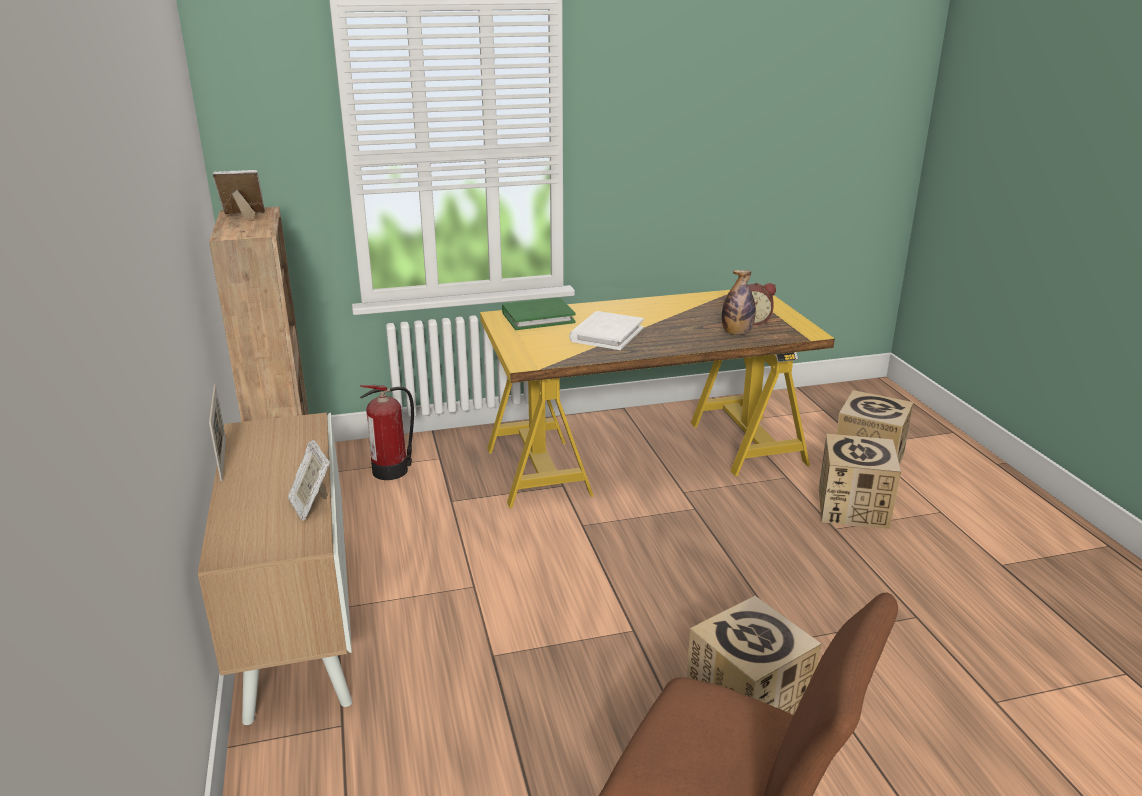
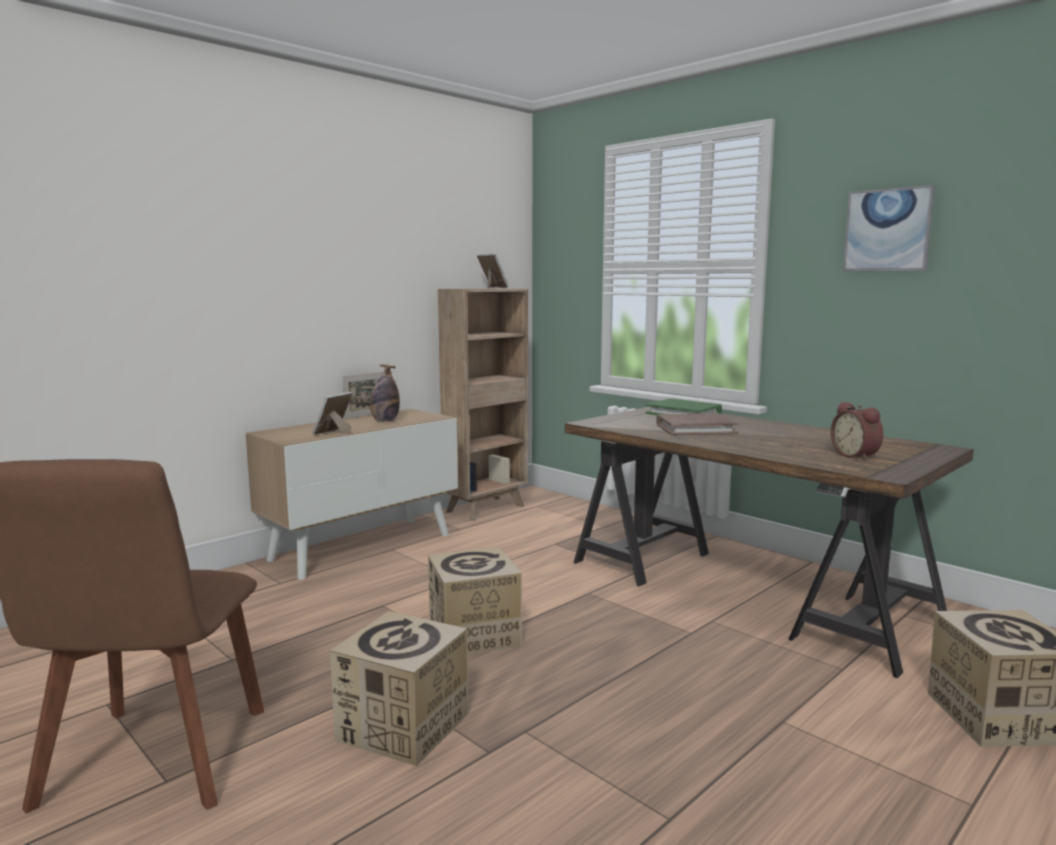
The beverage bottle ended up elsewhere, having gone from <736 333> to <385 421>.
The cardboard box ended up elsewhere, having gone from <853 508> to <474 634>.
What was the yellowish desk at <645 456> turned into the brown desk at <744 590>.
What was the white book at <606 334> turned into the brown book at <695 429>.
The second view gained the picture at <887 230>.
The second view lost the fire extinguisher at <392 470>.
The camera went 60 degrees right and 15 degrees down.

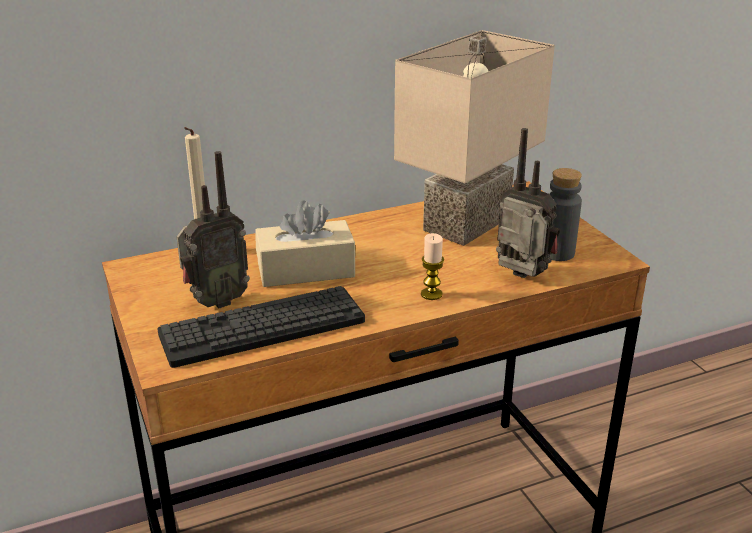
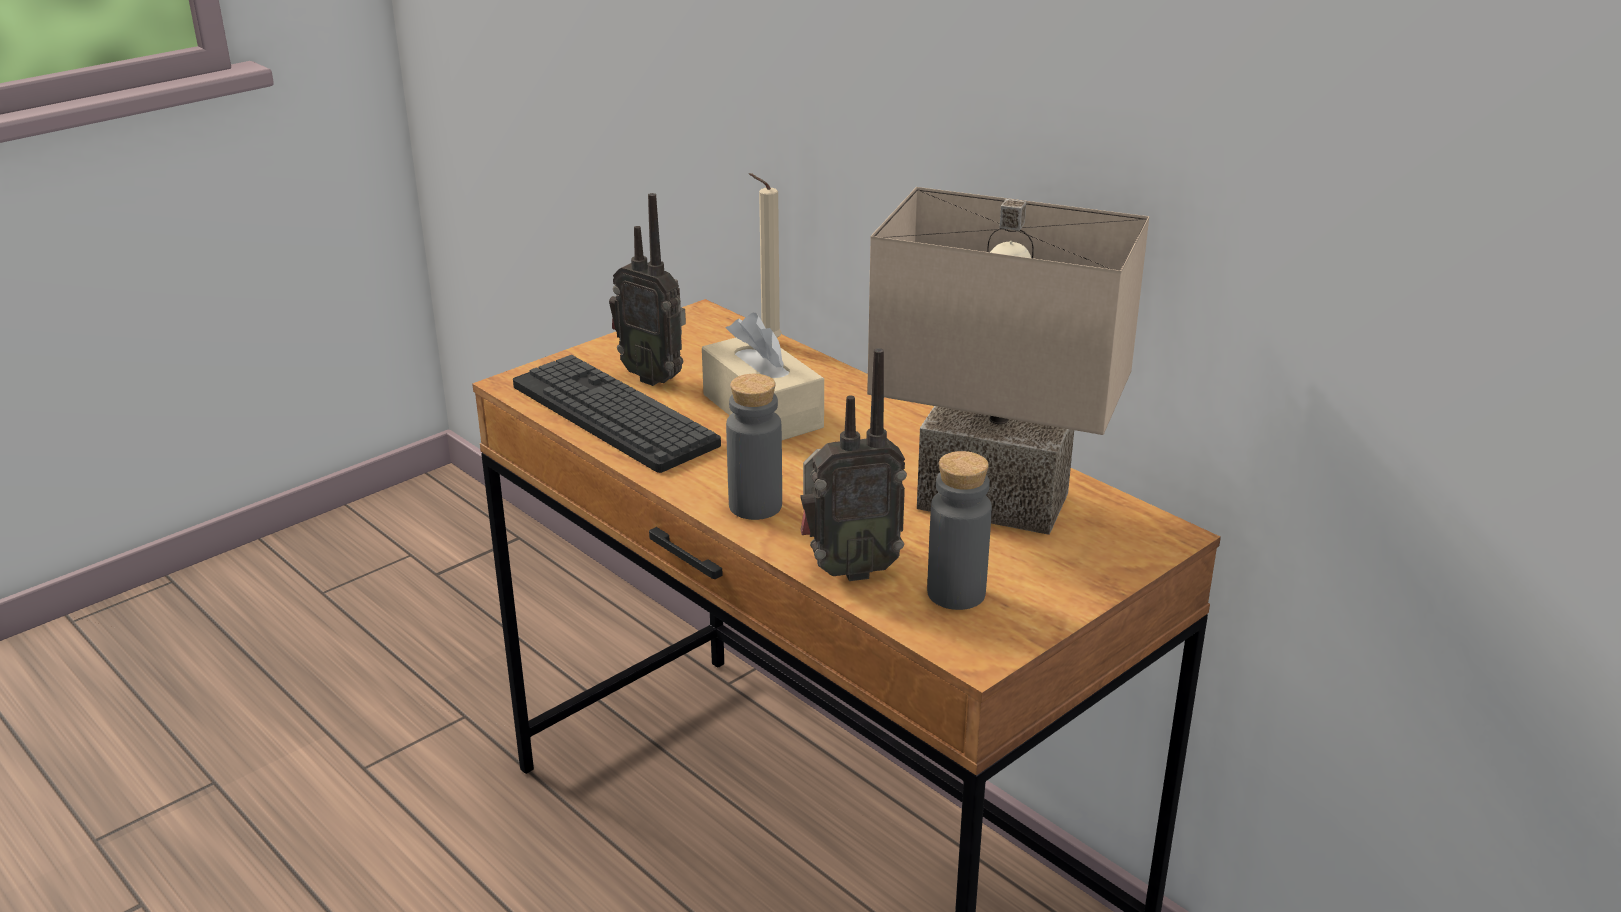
Where the candle stood at <431 294>, the greyish beverage bottle came to stand at <755 506>.
The radio at <520 278> ended up facing another way, 60 degrees clockwise from before.
The camera went 70 degrees right and 0 degrees up.

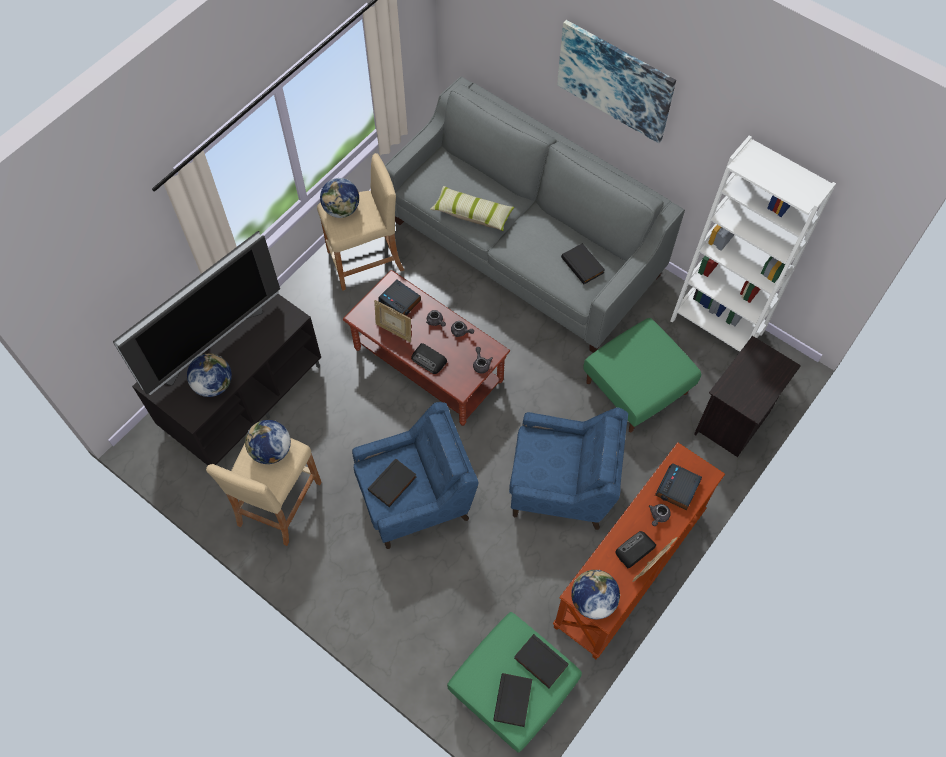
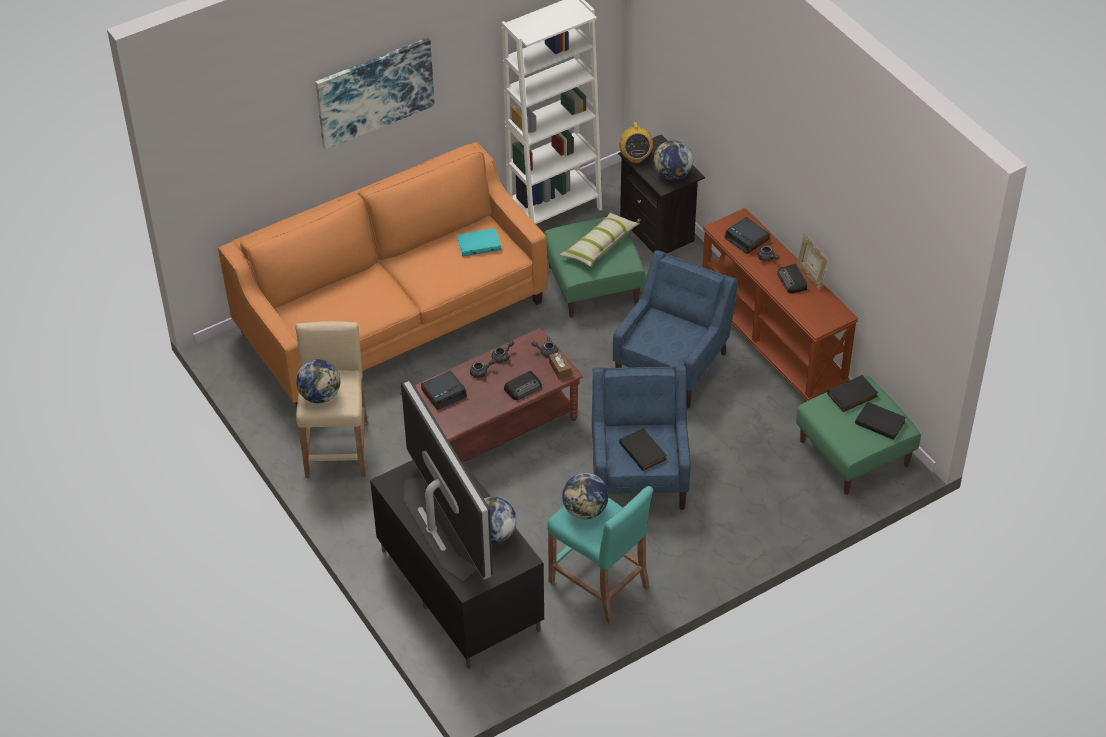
What was the greyish couch at <524 248> turned into the orange couch at <391 318>.
What was the black-coloured book at <583 265> turned into the turquoise book at <479 243>.
What was the beige stool seat at <279 503> turned into the turquoise stool seat at <599 584>.
The second view gained the brown box of tissues at <560 369>.
The pillow ended up elsewhere, having gone from <472 214> to <600 246>.
The second view gained the radio at <635 157>.
The desk globe ended up elsewhere, having gone from <592 601> to <672 175>.
The second view lost the photo frame at <394 331>.
The camera went 70 degrees left and 15 degrees down.

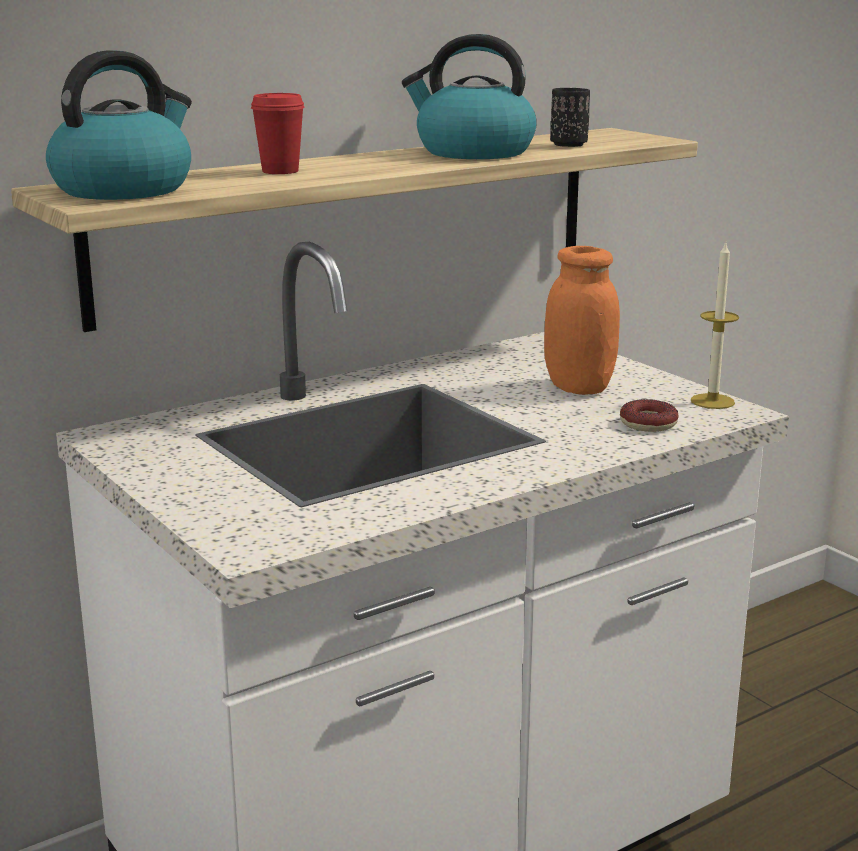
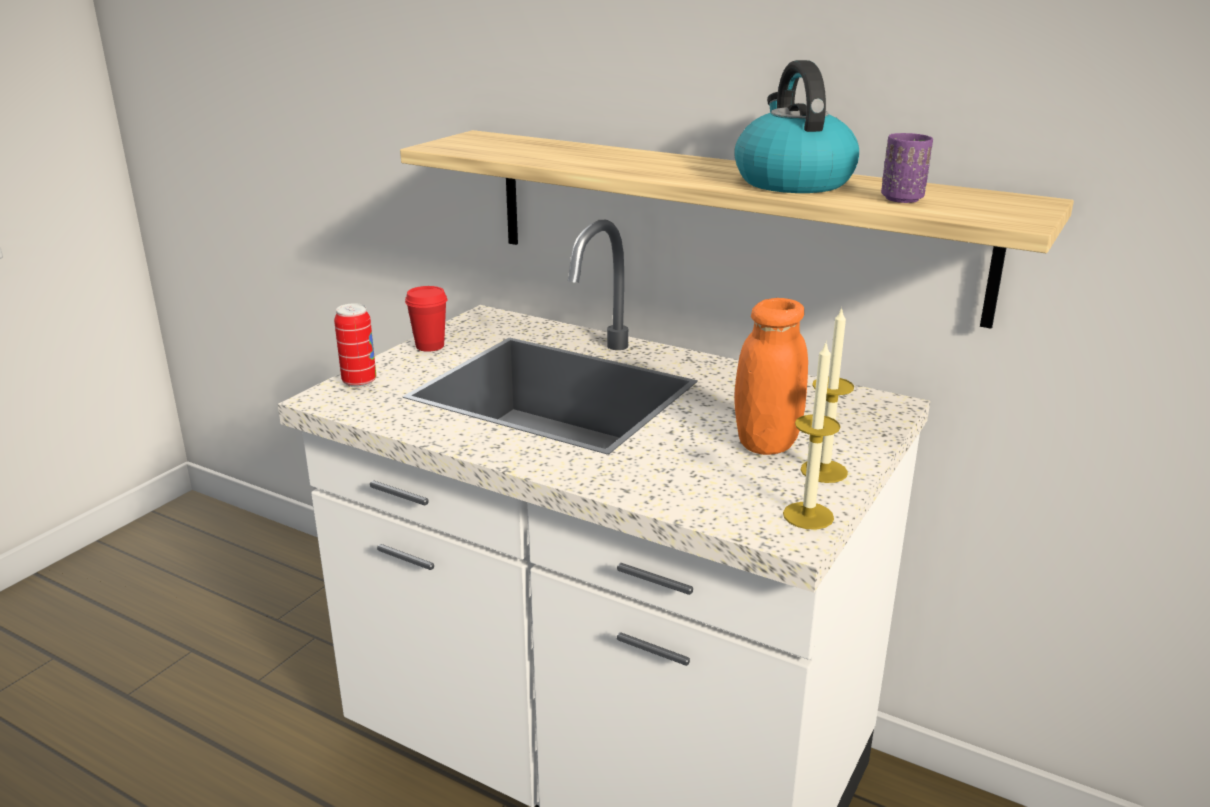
The second view gained the metal can at <359 382>.
The reddish small cup ended up elsewhere, having gone from <280 171> to <430 346>.
The second view gained the candle at <824 471>.
What was the black-coloured small cup at <569 145> turned into the purplish small cup at <902 199>.
The second view lost the tea kettle at <124 189>.
The second view lost the ring doughnut at <648 423>.
The camera went 65 degrees right and 5 degrees up.

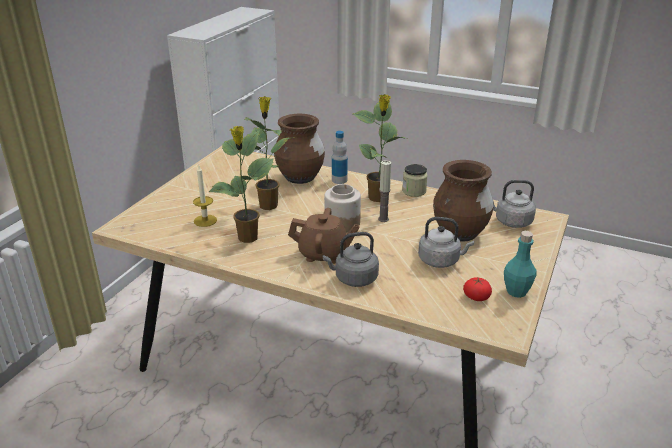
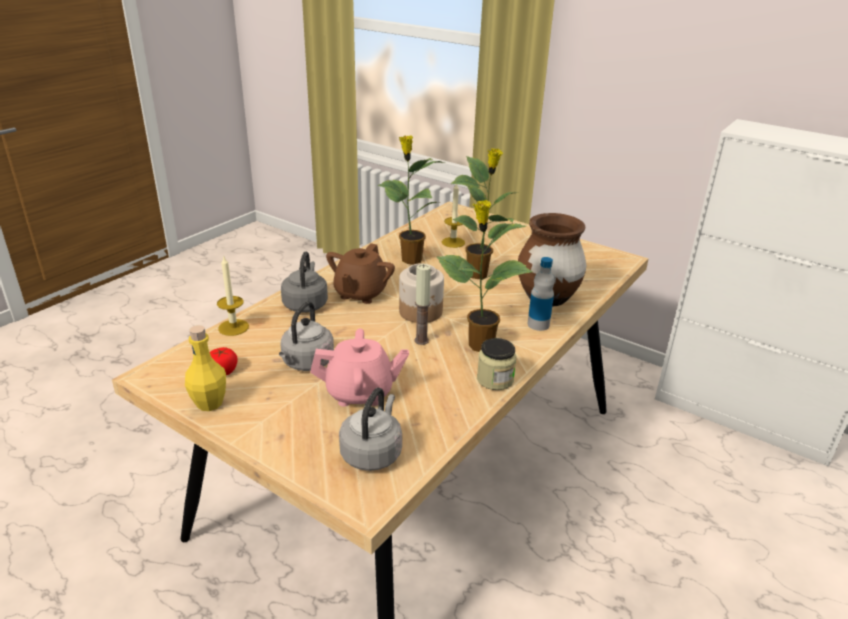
What was the turquoise beverage bottle at <516 291> turned into the yellowish beverage bottle at <209 403>.
The second view gained the candle at <233 327>.
Where the brown flower vase stood at <460 234>, the pink-coloured teapot came to stand at <360 393>.
The camera went 100 degrees right and 0 degrees up.

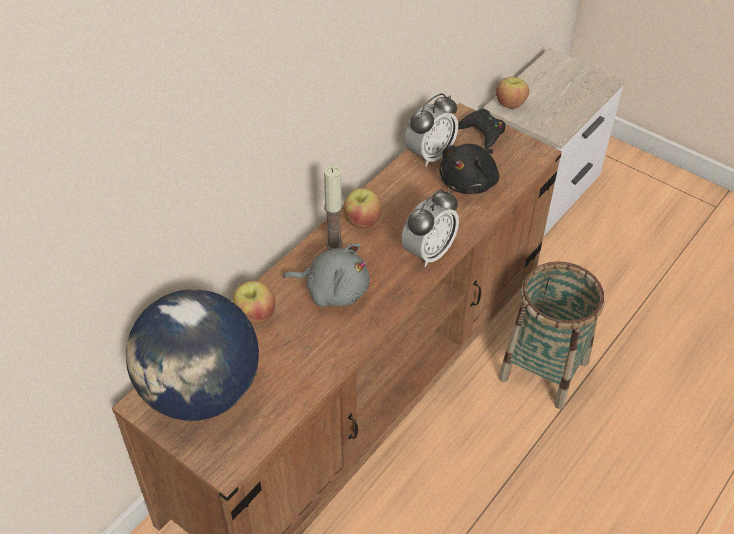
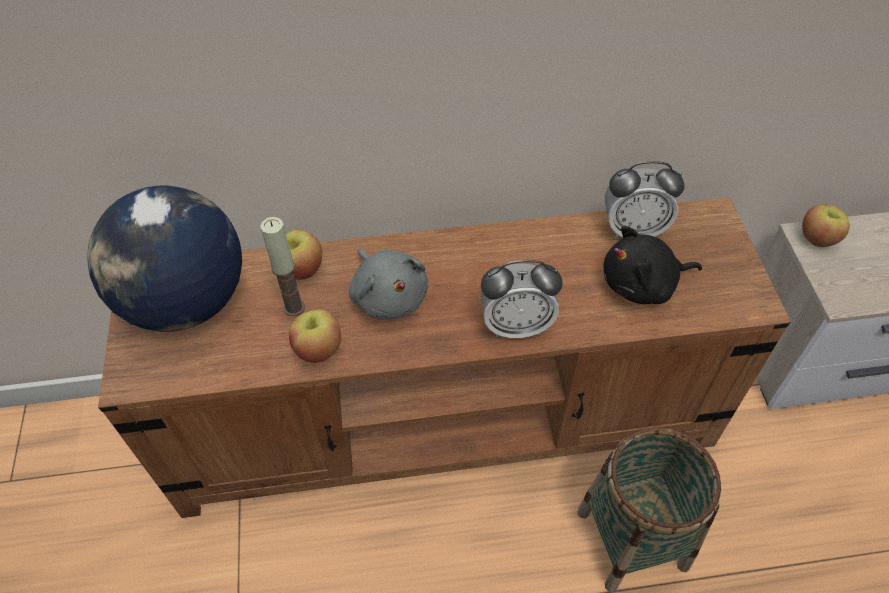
The candle ended up elsewhere, having gone from <334 244> to <294 307>.
The apple fruit ended up elsewhere, having gone from <362 221> to <318 349>.
The second view lost the black-coloured gamepad at <482 132>.
The camera went 45 degrees right and 5 degrees up.

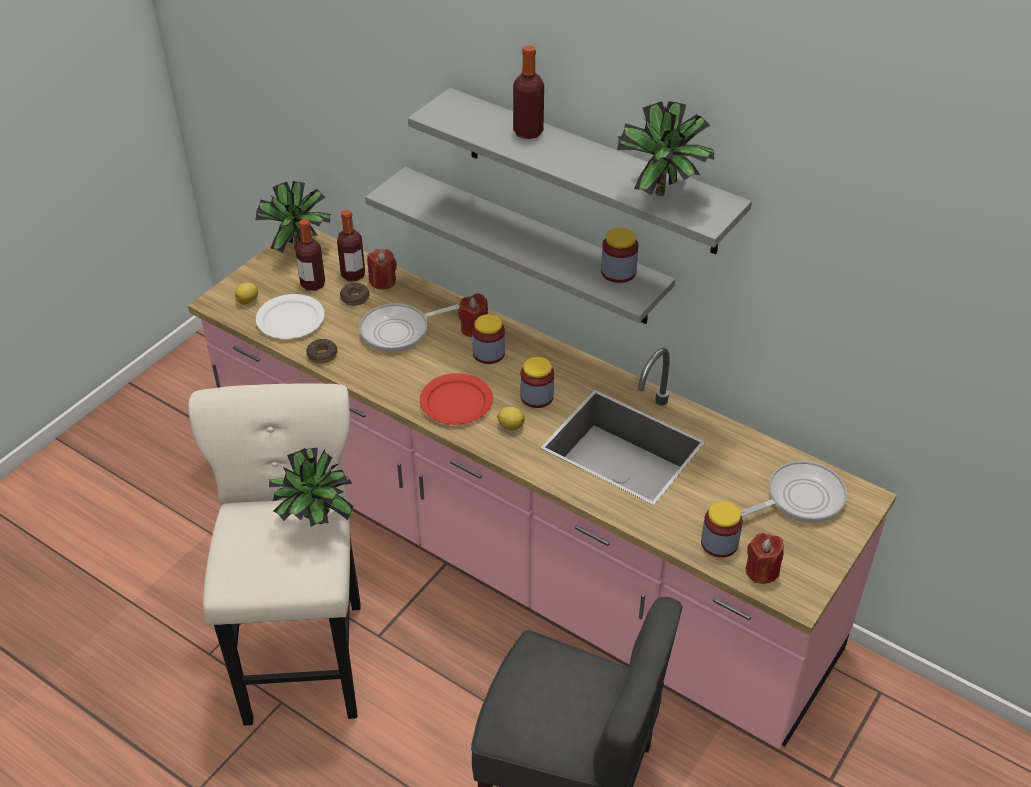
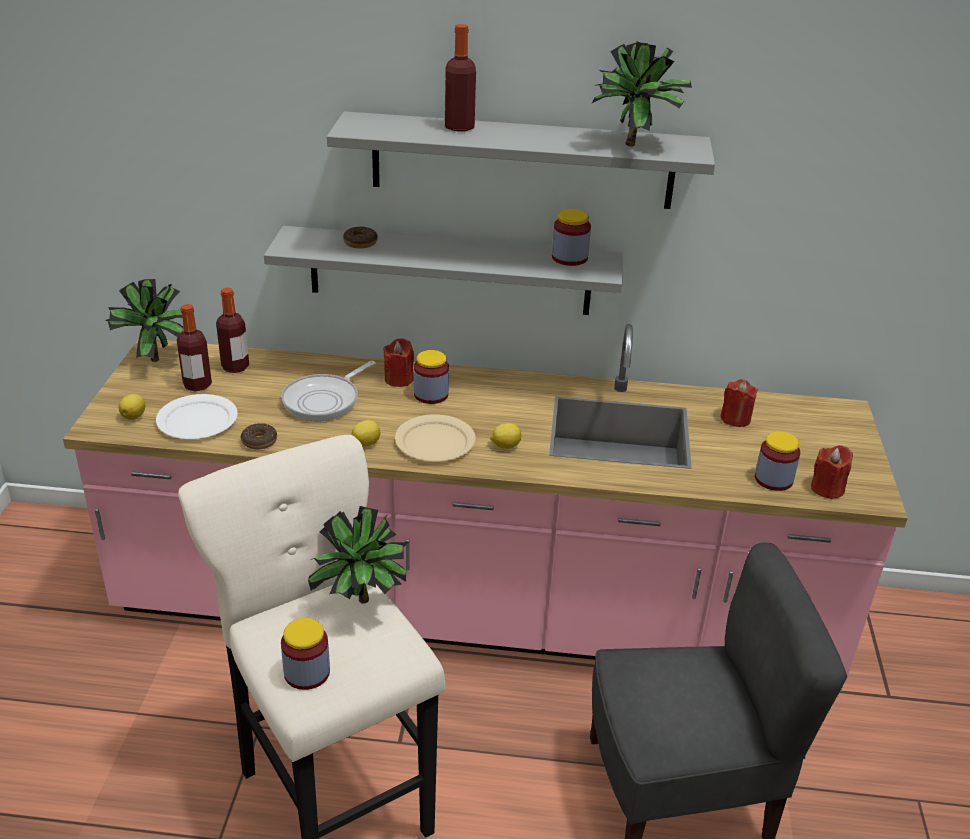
The preserve jar ended up elsewhere, having gone from <537 396> to <307 672>.
The ring doughnut ended up elsewhere, having gone from <355 298> to <360 243>.
The second view gained the lemon at <365 443>.
What was the reddish plate at <456 402> turned into the beige plate at <435 442>.
The reddish candle ended up elsewhere, having gone from <383 281> to <735 418>.
The second view lost the frying pan at <800 498>.
The camera went 30 degrees left and 10 degrees down.

